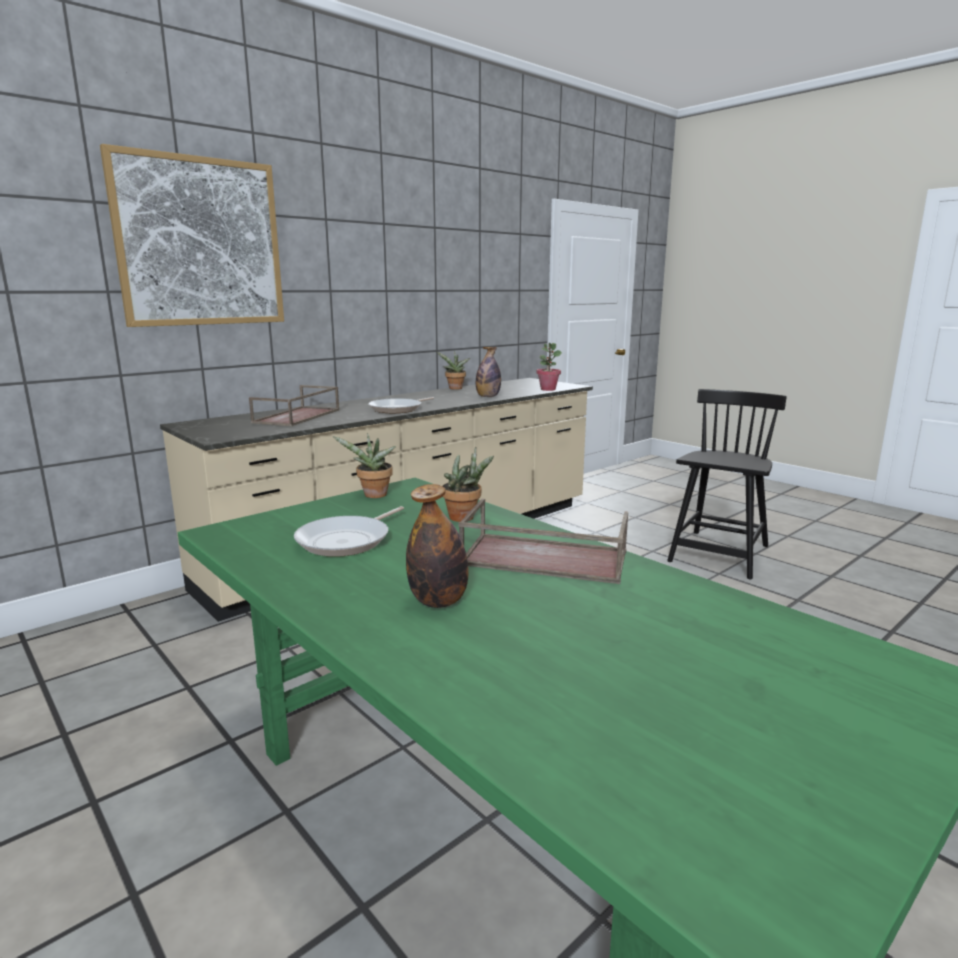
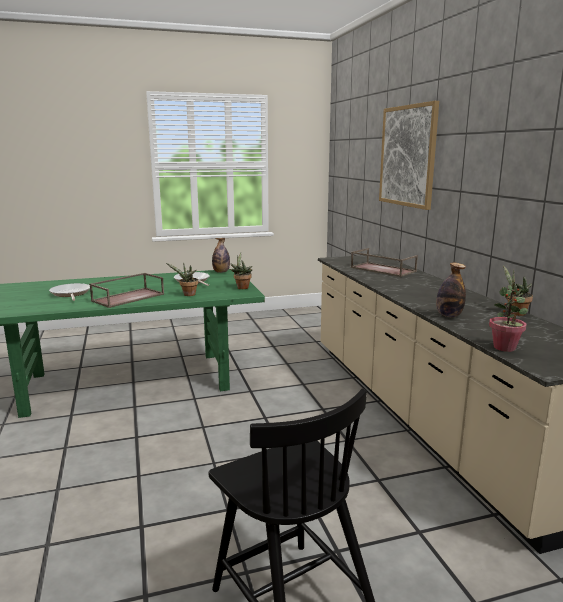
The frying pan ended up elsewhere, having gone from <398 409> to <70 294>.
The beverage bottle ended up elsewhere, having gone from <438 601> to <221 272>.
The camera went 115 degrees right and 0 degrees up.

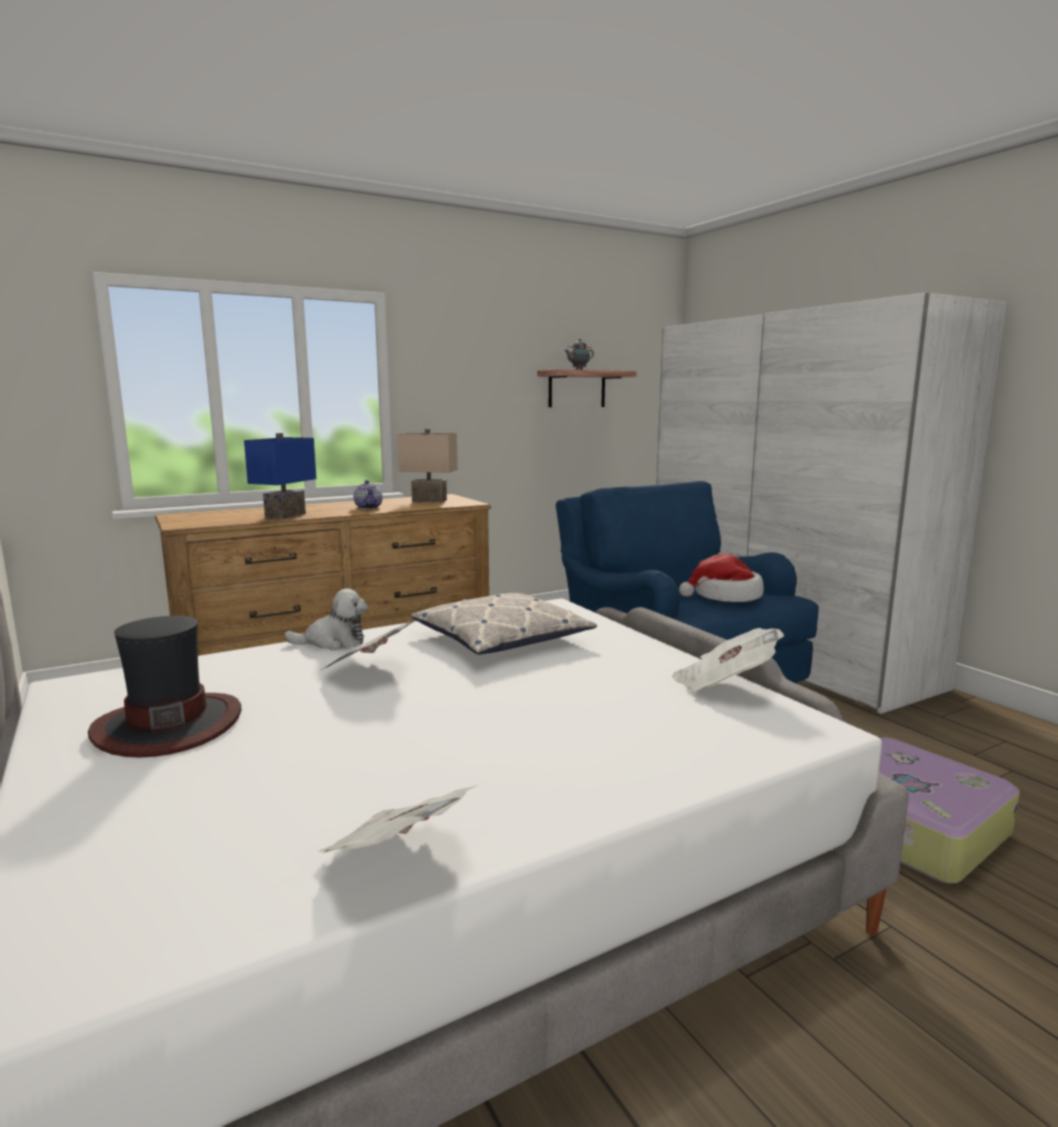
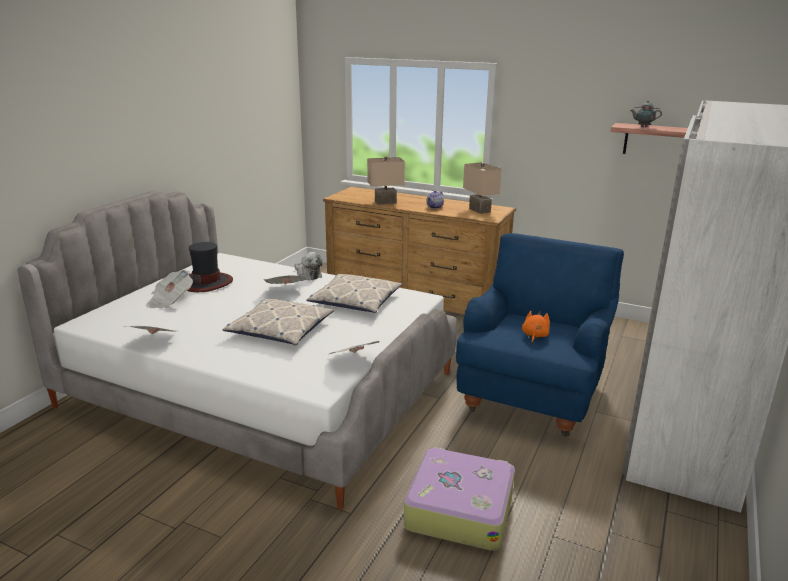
The second view gained the newspaper at <170 301>.
The second view gained the pillow at <280 329>.
What was the blue-coloured table lamp at <284 515> turned into the beige table lamp at <385 202>.
Where the hat stood at <725 596>, the orange soft toy came to stand at <534 336>.
The camera went 55 degrees right and 10 degrees up.

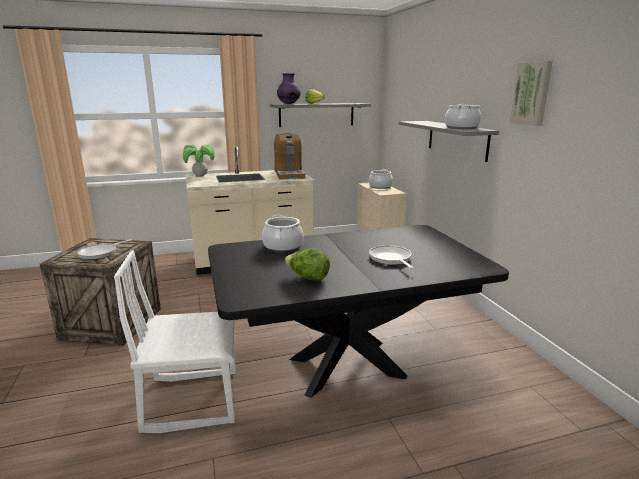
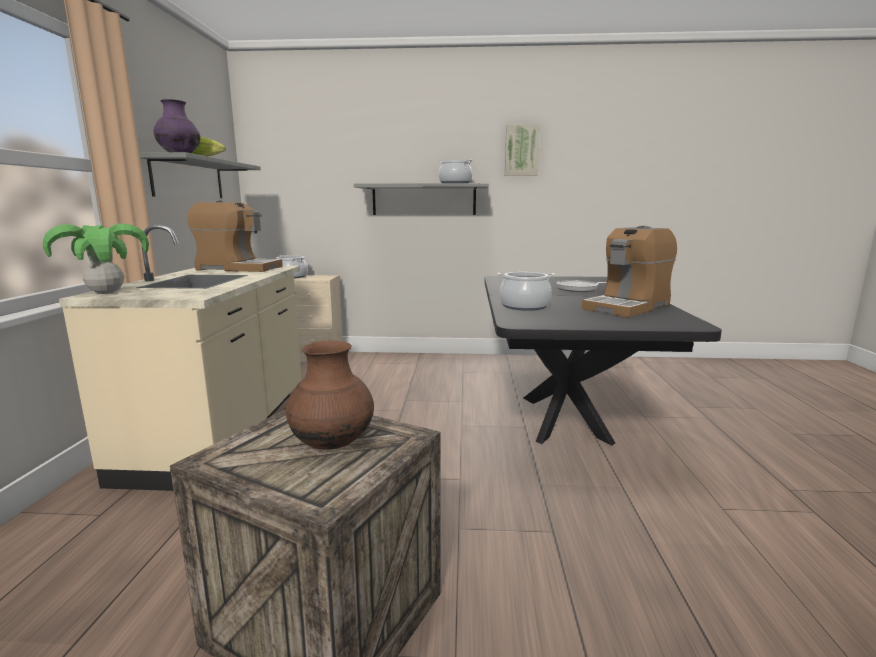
Where the frying pan stood at <100 253>, the brown flower vase came to stand at <333 444>.
Where the lettuce head stood at <308 278>, the coffee brewer came to stand at <627 306>.
The second view lost the white upright chair at <192 400>.
The camera went 70 degrees left and 5 degrees down.

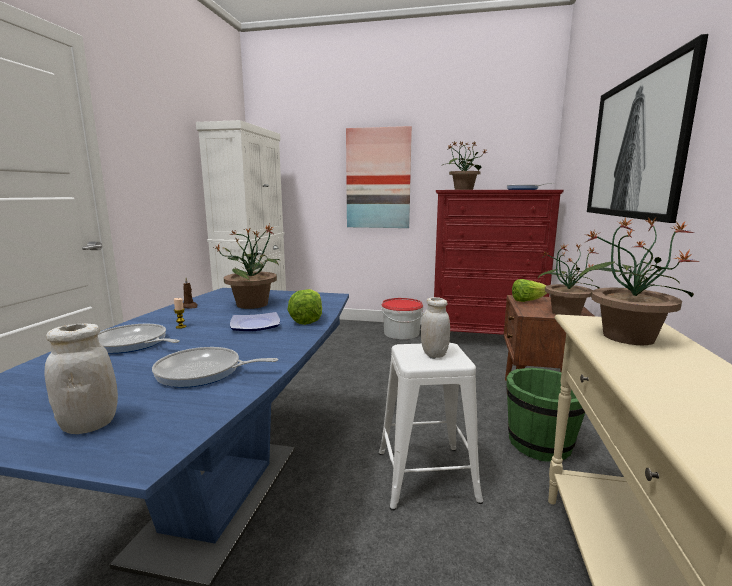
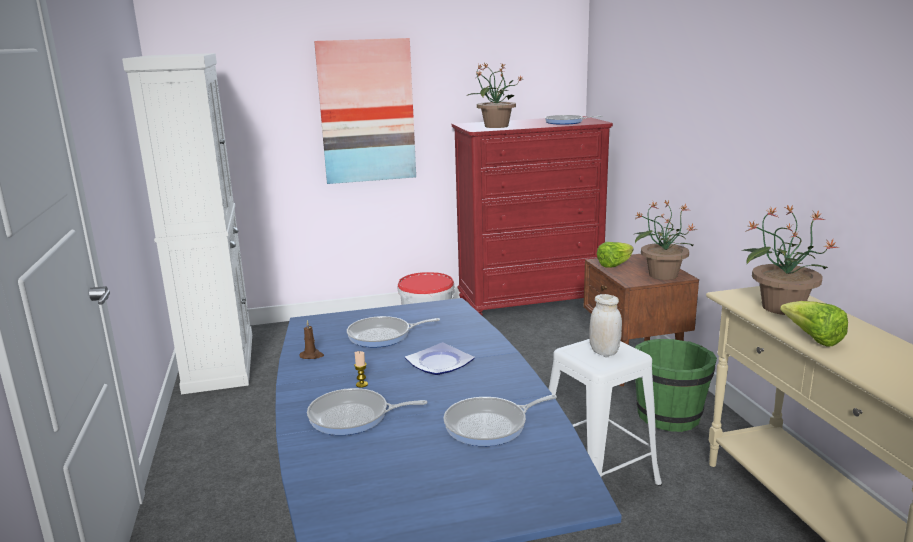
Where the plant in a pot stood at <253 304>, the frying pan came to stand at <383 336>.
The lettuce head ended up elsewhere, having gone from <307 320> to <813 339>.
The second view lost the white preserve jar at <89 425>.
The second view lost the picture at <636 146>.
The camera went 25 degrees left and 5 degrees up.

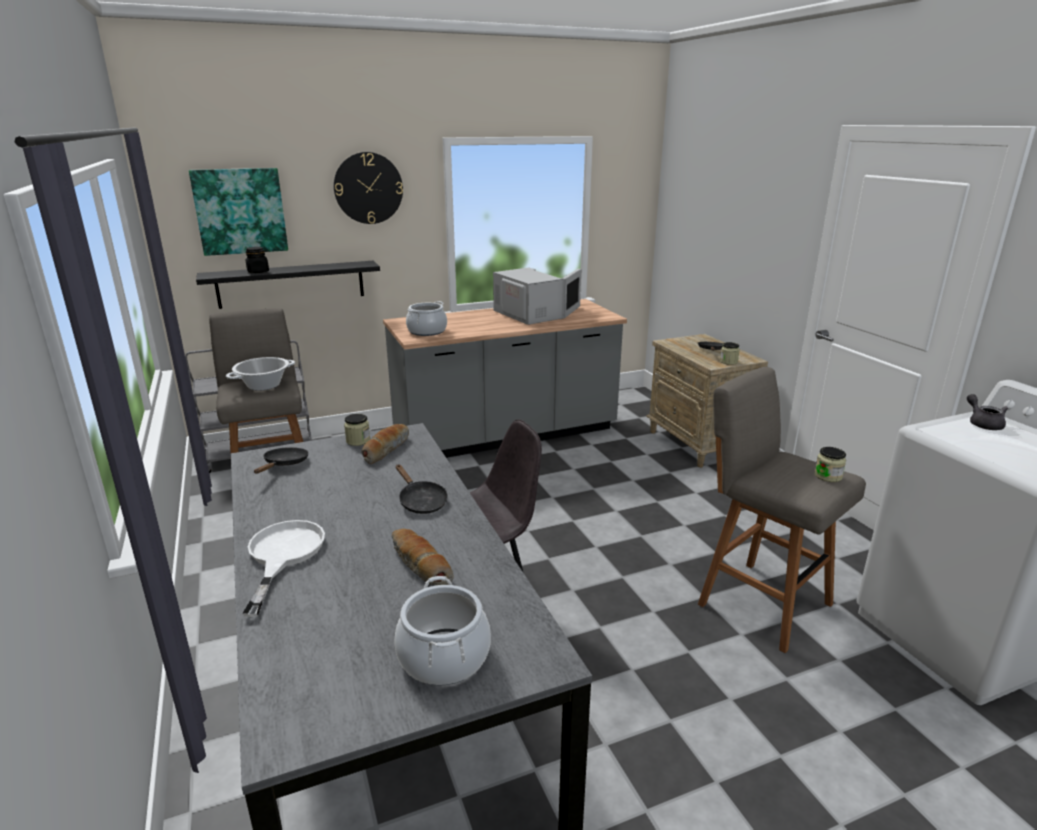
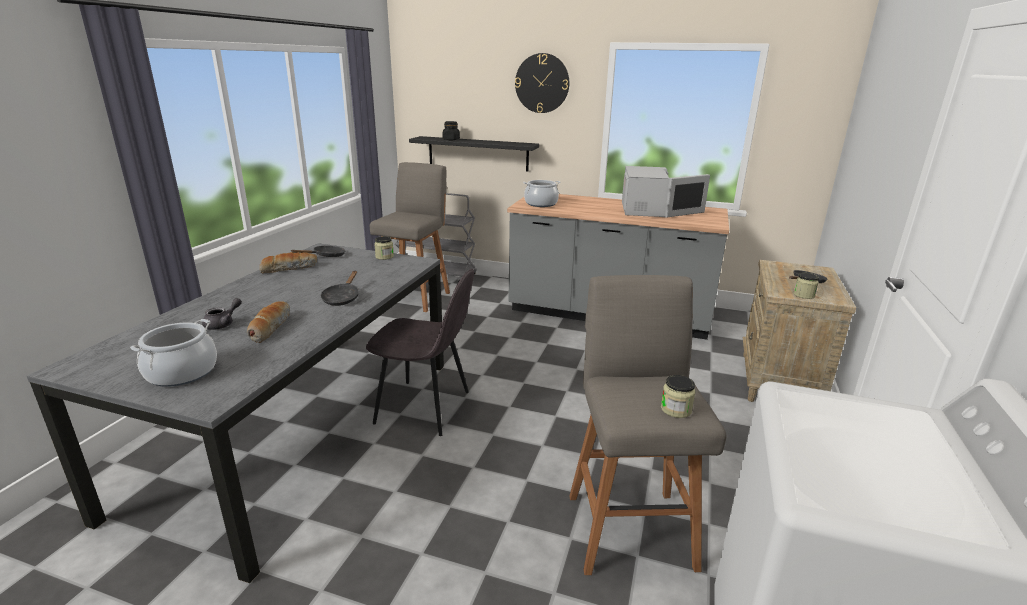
The greyish teapot ended up elsewhere, having gone from <983 423> to <223 324>.
The bread ended up elsewhere, having gone from <386 449> to <289 268>.
The second view lost the picture at <240 211>.
The second view lost the saucepot at <264 385>.
The second view lost the white frying pan at <283 555>.
The camera went 40 degrees right and 0 degrees up.

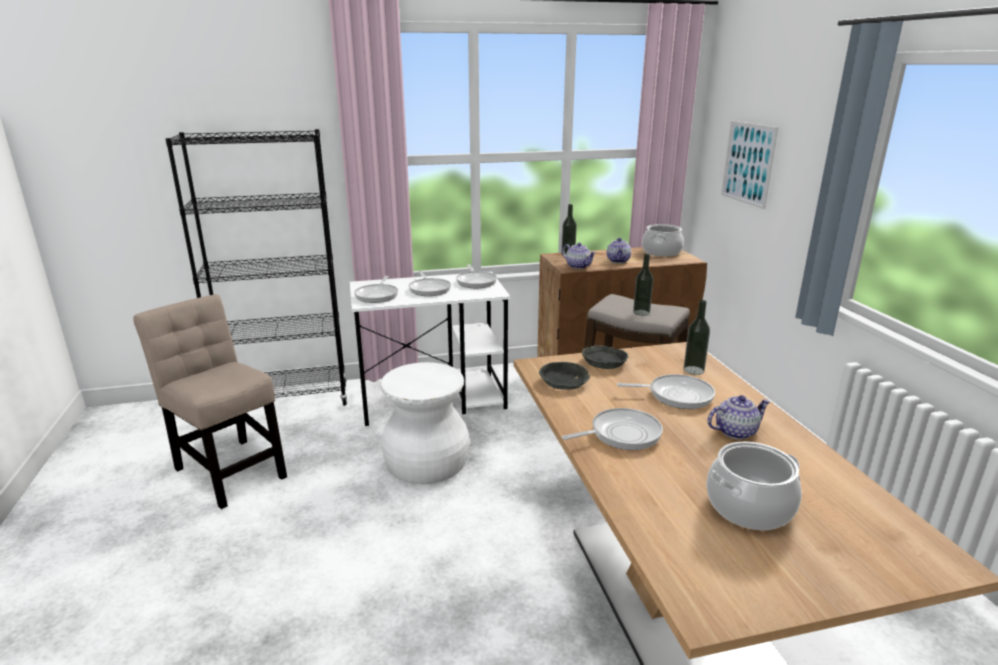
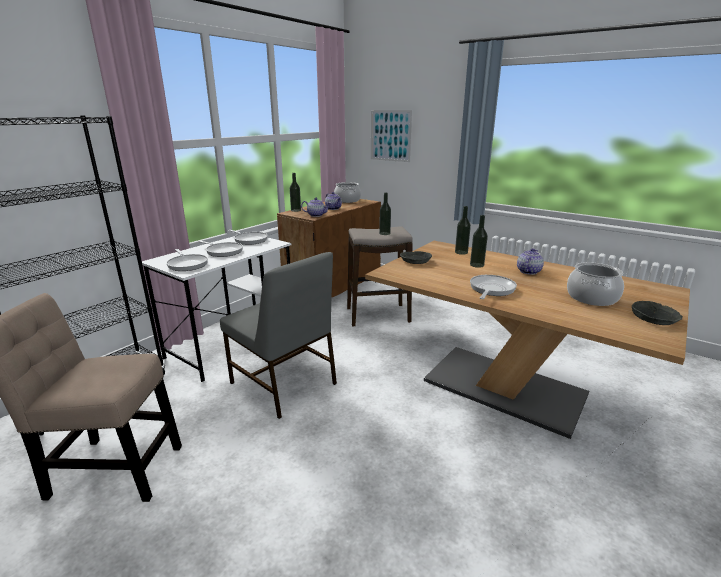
Where the white stool seat stood at <426 462>, the greyish upright chair came to stand at <284 384>.
Where the frying pan stood at <676 395>, the beverage bottle came to stand at <477 265>.
The greyish deep dish ended up elsewhere, having gone from <564 382> to <654 318>.
The camera went 40 degrees left and 0 degrees up.

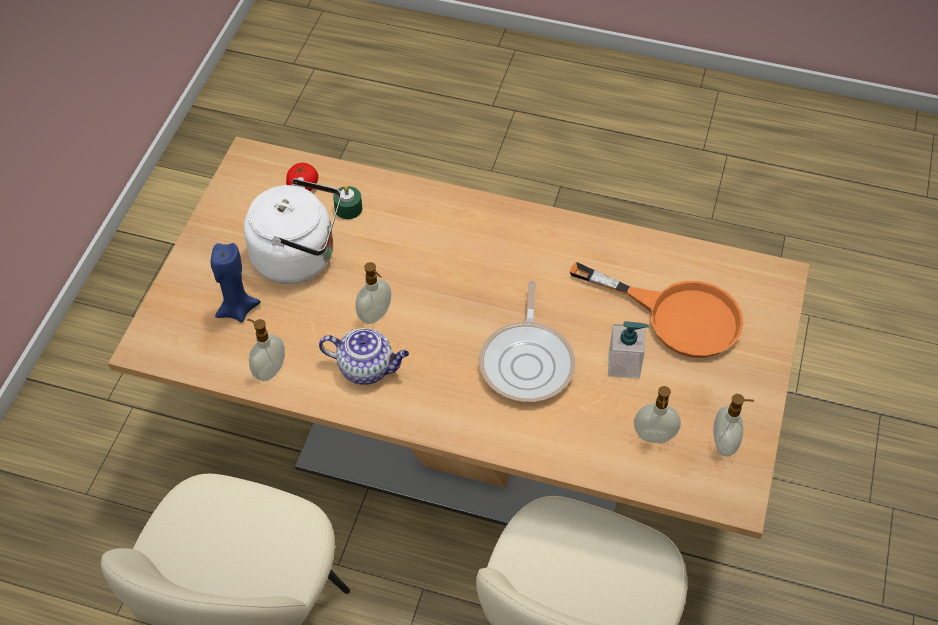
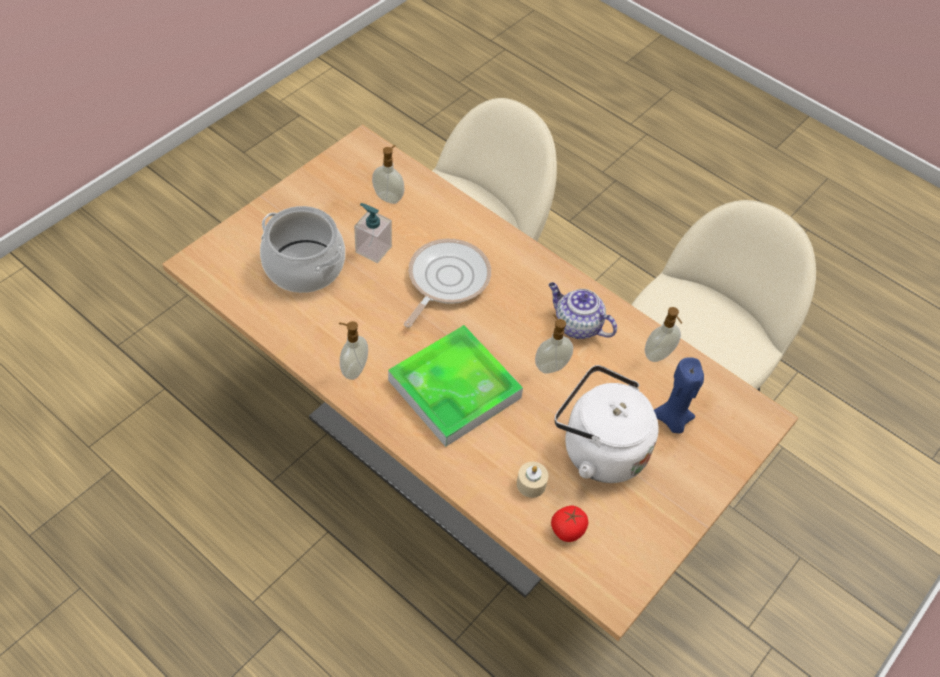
Where the orange frying pan stood at <677 315>, the saucepot came to stand at <303 267>.
The soap bottle ended up elsewhere, having gone from <725 443> to <353 369>.
The second view gained the carrying tray at <454 389>.
What was the green candle at <348 208> turned into the beige candle at <531 484>.
The camera went 160 degrees left and 0 degrees up.

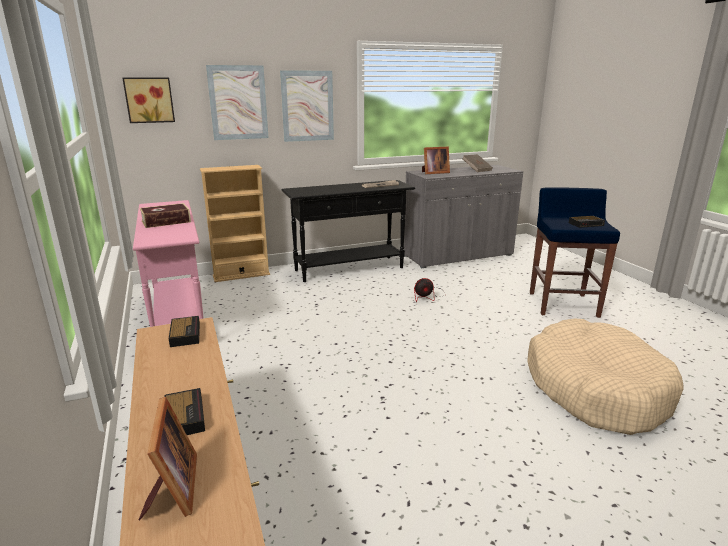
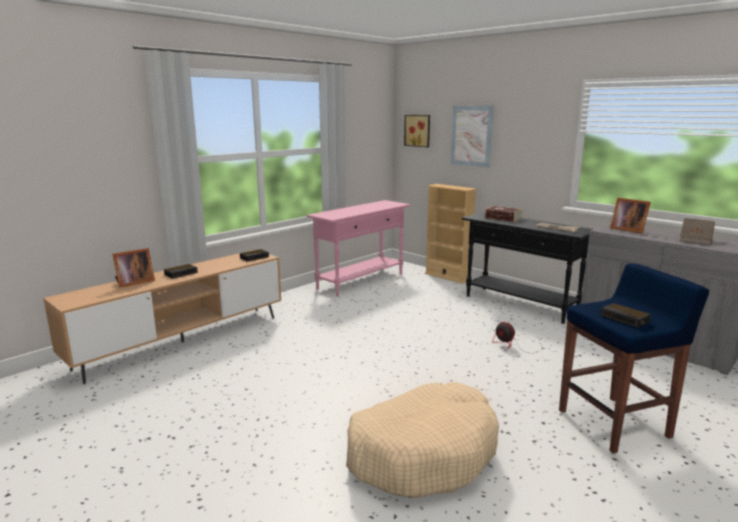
The book ended up elsewhere, having gone from <166 221> to <503 218>.
The second view lost the picture at <307 106>.
The camera went 65 degrees right and 5 degrees down.

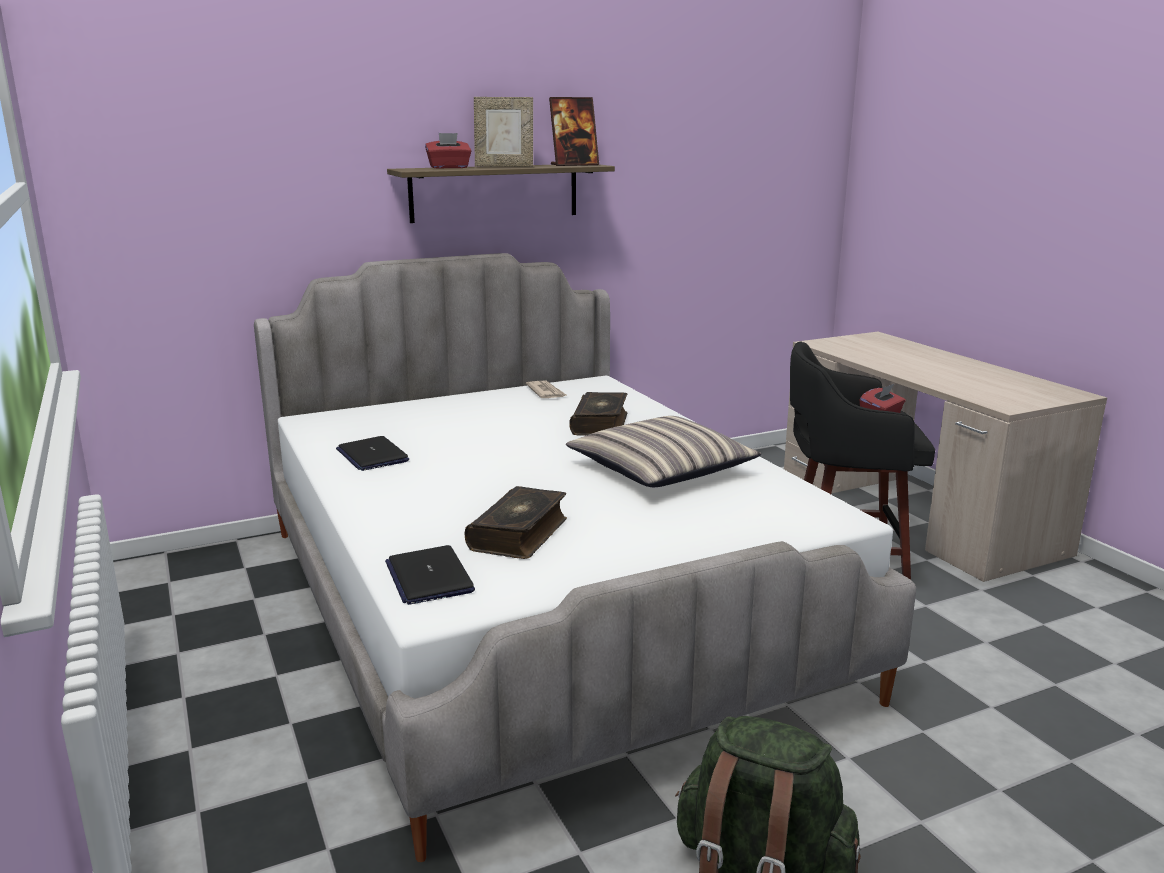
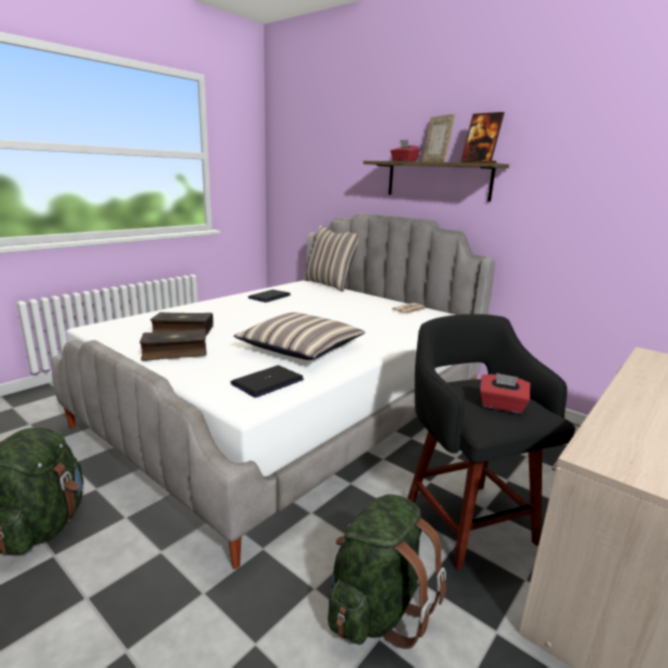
The book ended up elsewhere, having gone from <601 424> to <175 352>.
The notebook computer ended up elsewhere, having gone from <429 577> to <267 382>.
The second view gained the pillow at <330 284>.
The second view gained the green backpack at <377 608>.
The camera went 65 degrees right and 0 degrees up.

